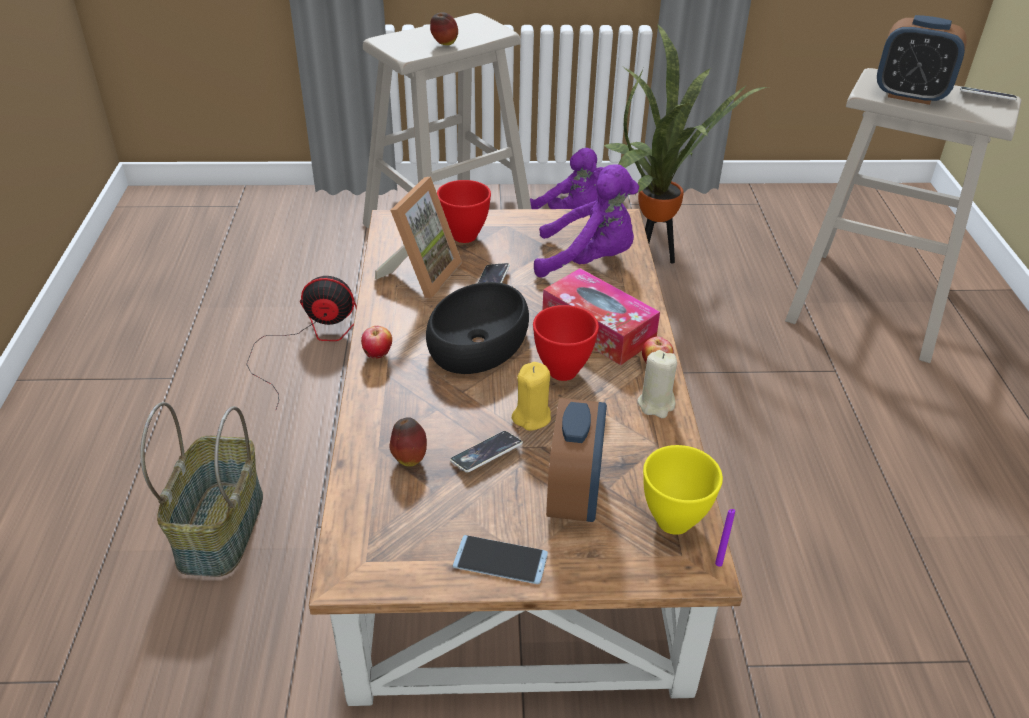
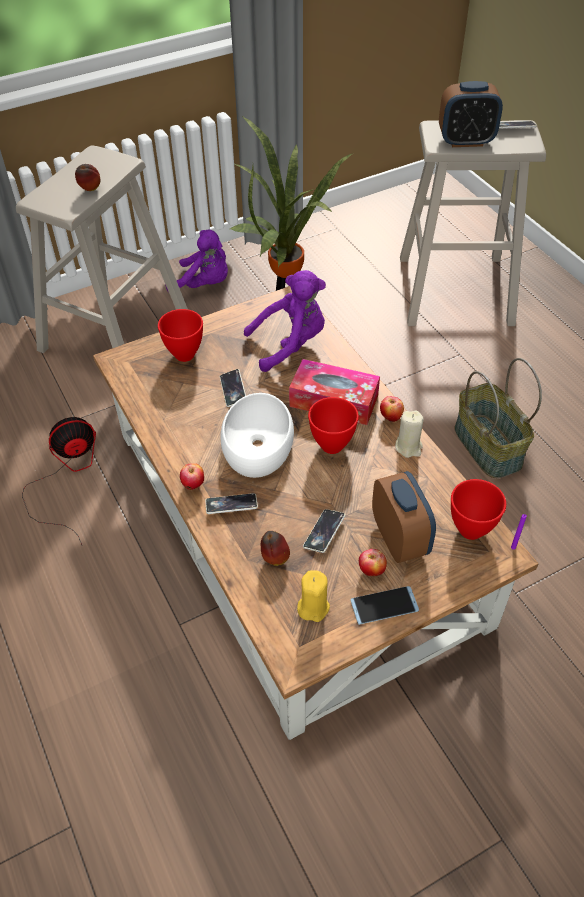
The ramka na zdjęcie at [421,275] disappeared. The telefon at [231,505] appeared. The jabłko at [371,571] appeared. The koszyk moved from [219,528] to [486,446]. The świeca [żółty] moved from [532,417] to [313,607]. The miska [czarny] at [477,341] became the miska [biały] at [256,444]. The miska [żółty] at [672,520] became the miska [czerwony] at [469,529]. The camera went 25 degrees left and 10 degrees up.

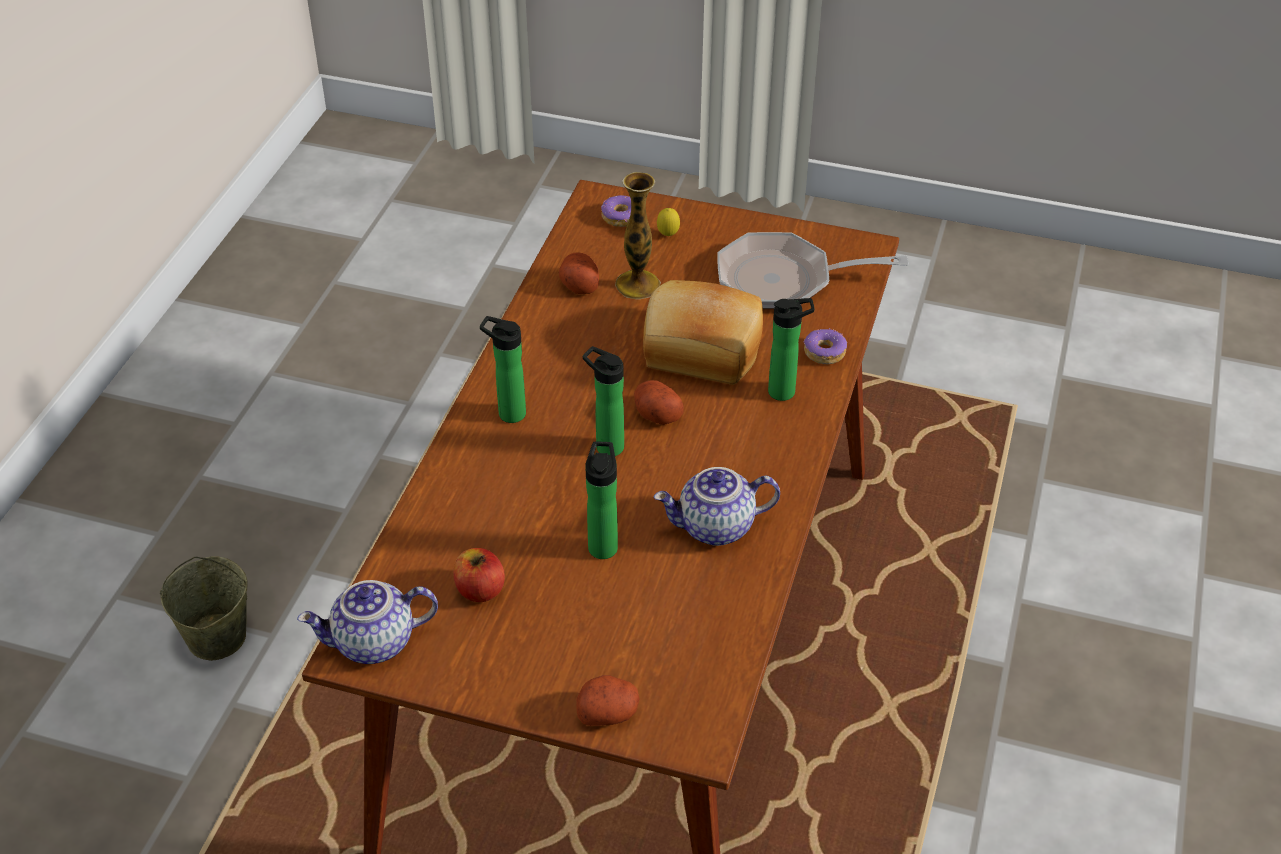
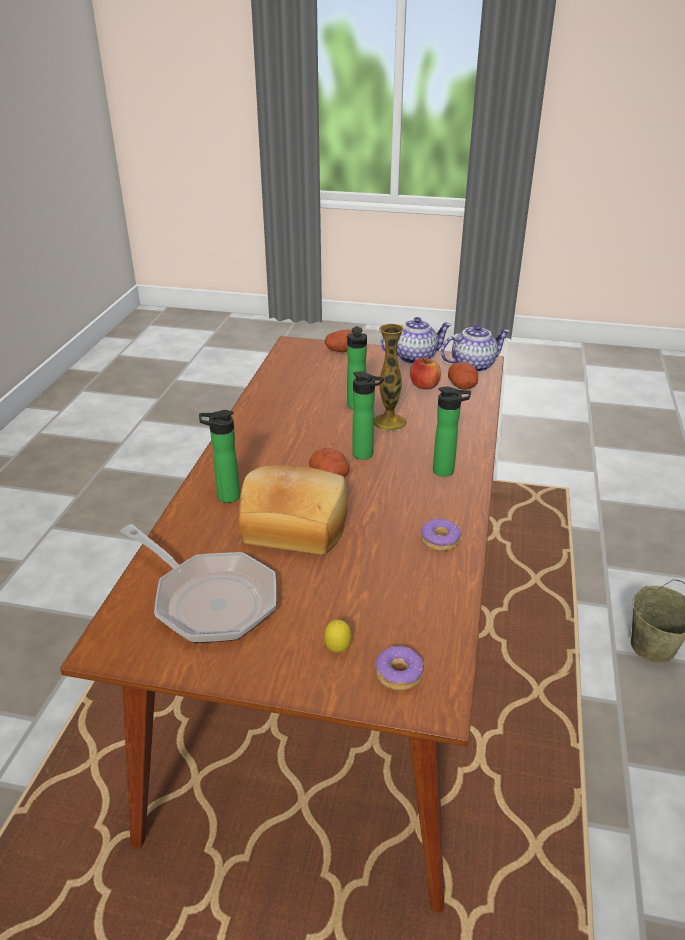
The ziemniak moved from [579,284] to [463,386]. The wazon moved from [637,284] to [389,422]. The imbryk moved from [715,528] to [414,357]. The donut moved from [824,352] to [440,541]. The patelnia at [784,280] turned 45 degrees clockwise. The camera went 175 degrees right and 10 degrees down.

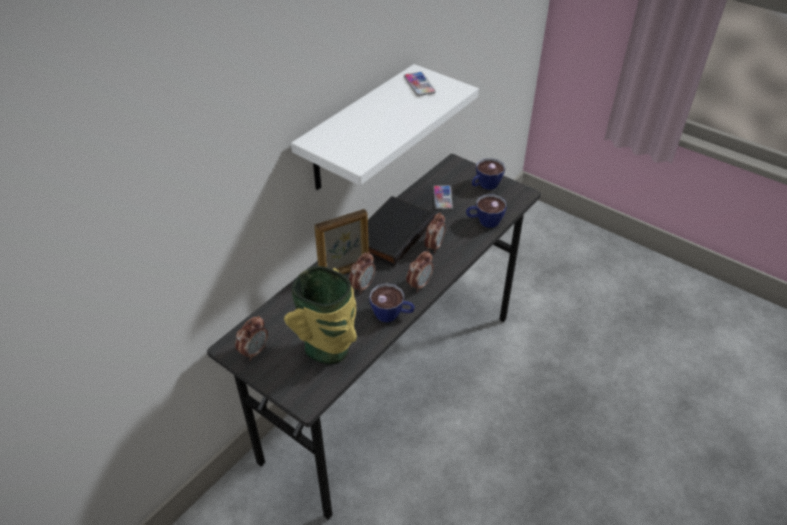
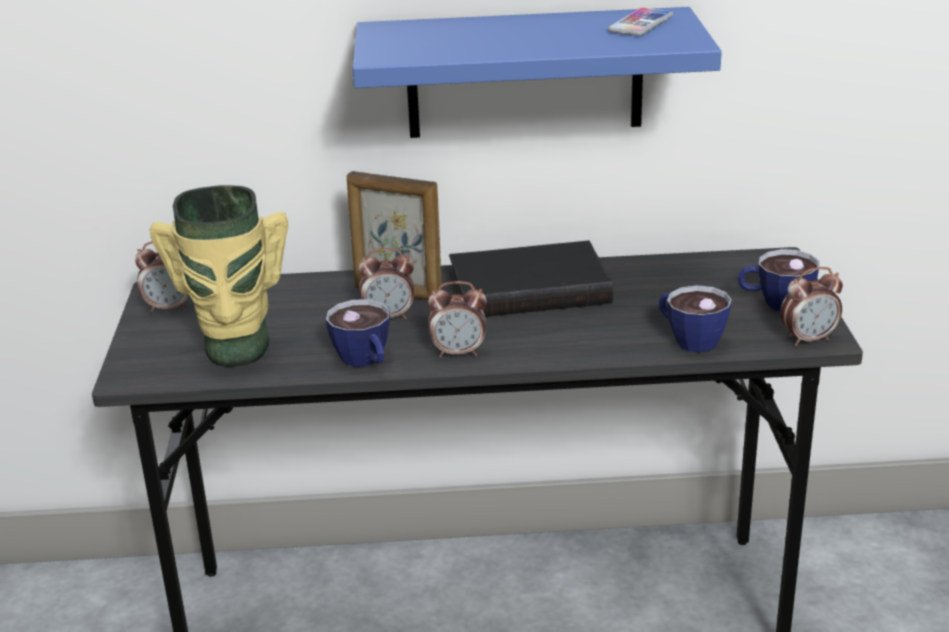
The telefon at [442,198] disappeared. The budzik moved from [434,246] to [808,339]. The półka [biały] at [358,130] became the półka [niebieski] at [524,73]. The camera went 50 degrees right and 15 degrees down.

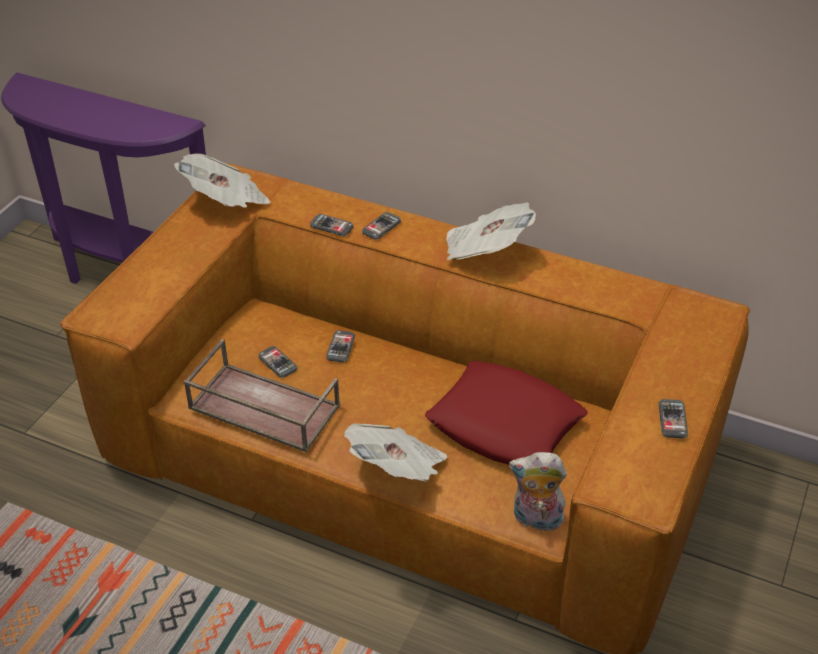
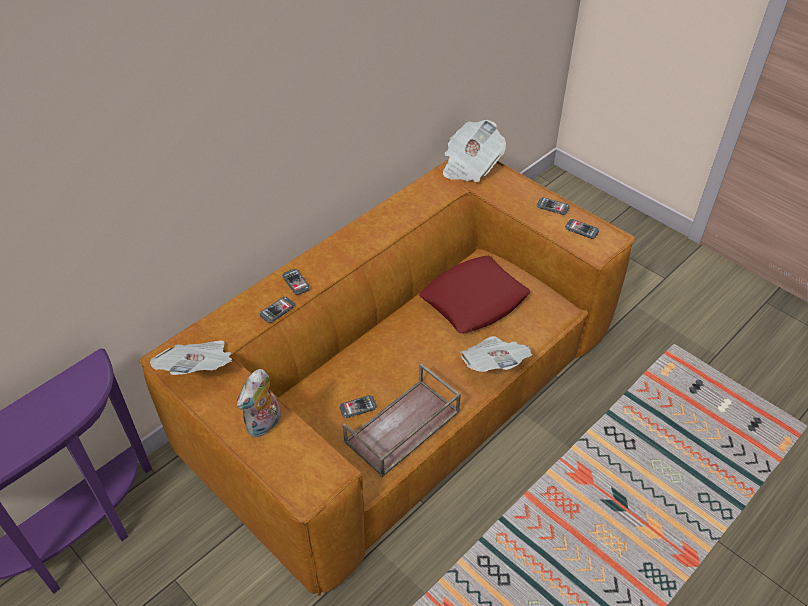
The telefon moved from [340,347] to [581,230]. The gazeta moved from [485,250] to [470,166]. The pluszak moved from [535,520] to [264,425]. The camera went 70 degrees left and 5 degrees up.

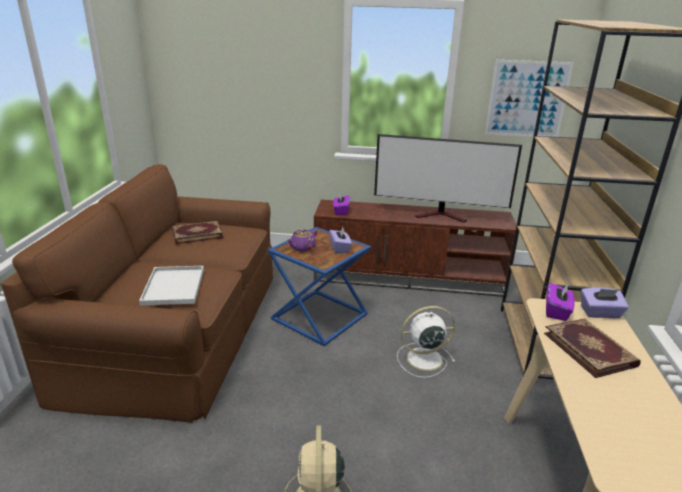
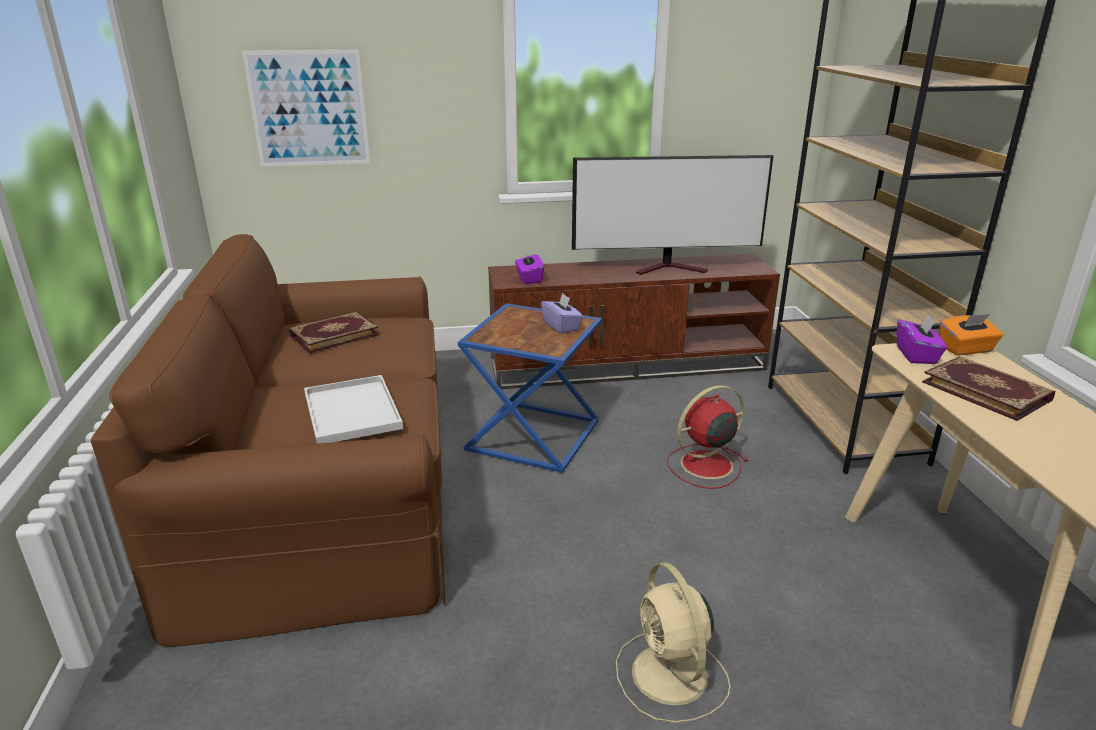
The imbryk [fioletowy] at [302,248] disappeared. The obraz moved from [527,99] to [309,109]. The wentylator [biały] at [422,359] became the wentylator [czerwony] at [704,465]. The pudełko chusteczek [fioletowy] at [600,313] became the pudełko chusteczek [pomarańczowy] at [966,349]. The camera went 15 degrees left and 0 degrees up.

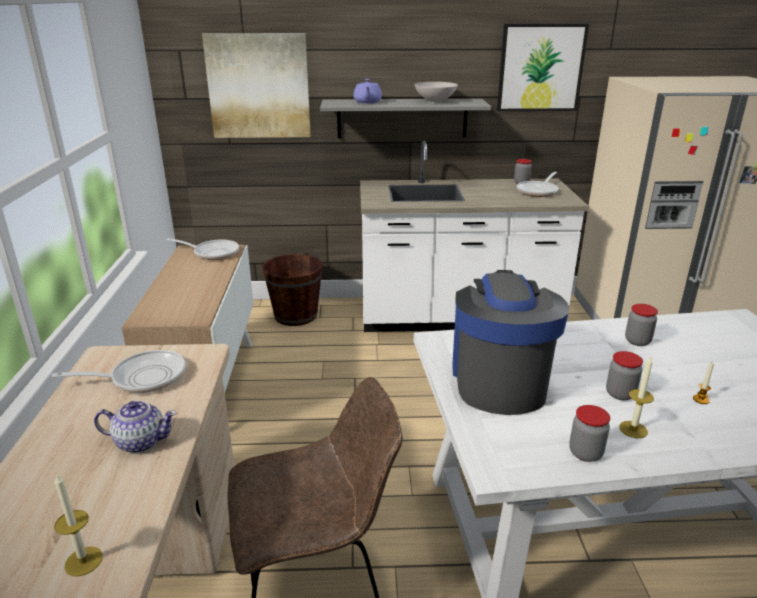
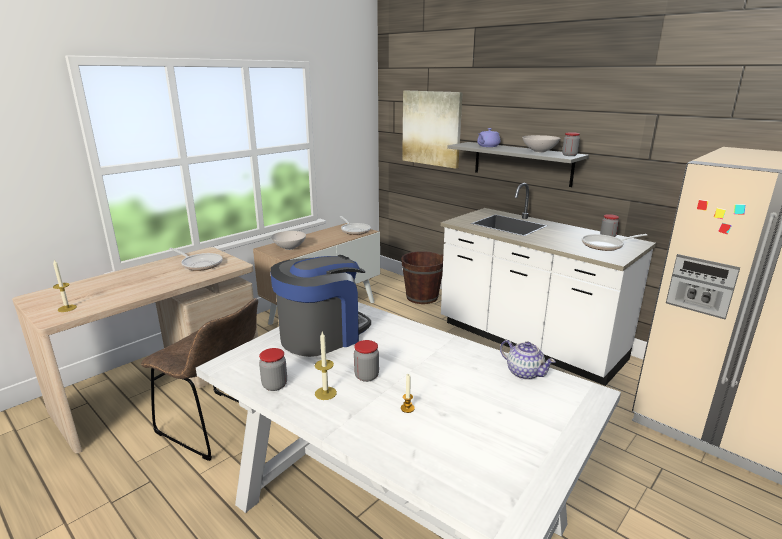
The obraz at [540,68] disappeared. The miska [biały] at [289,248] appeared. The imbryk moved from [140,441] to [524,372]. The słoik moved from [637,341] to [569,155]. The camera went 45 degrees right and 5 degrees down.

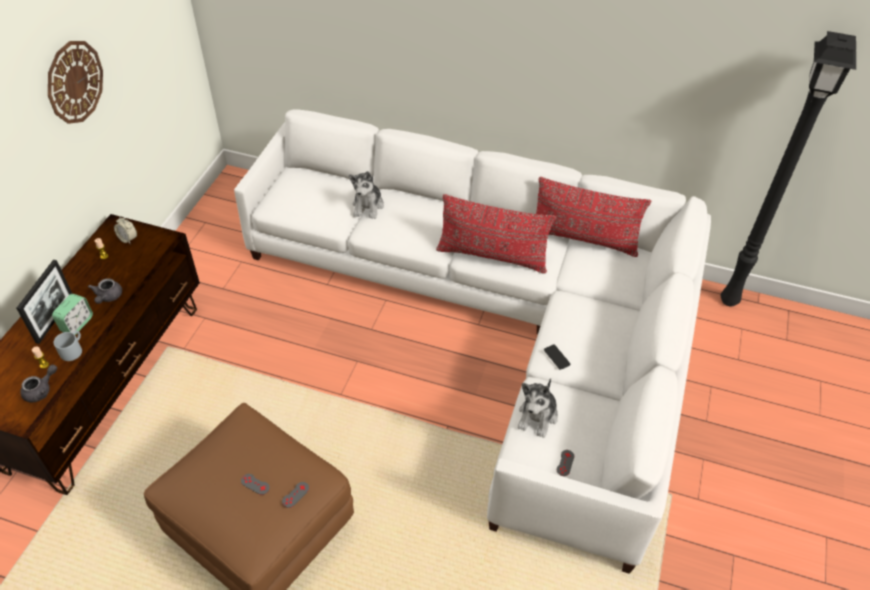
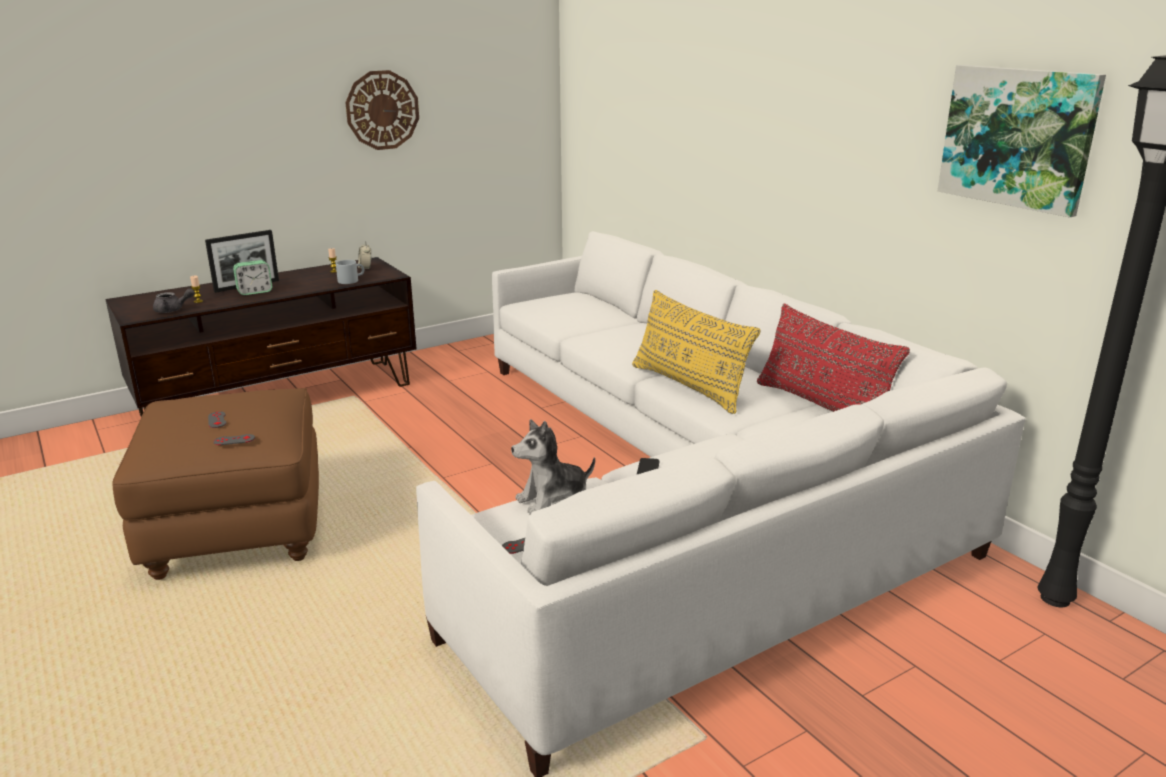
The imbryk [szary] at [108,297] disappeared. The pluszak at [368,206] disappeared. The obraz at [1018,137] appeared. The kubek [szary] moved from [73,349] to [351,280]. The poduszka [czerwony] at [492,256] became the poduszka [żółty] at [689,386]. The camera went 40 degrees right and 25 degrees down.

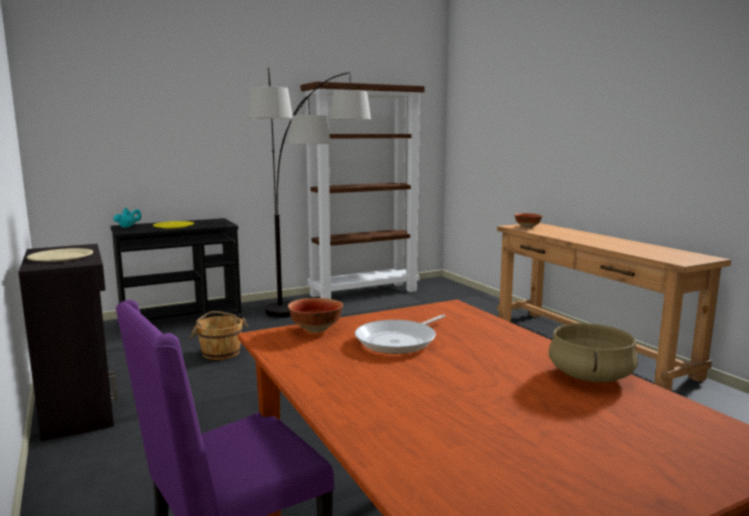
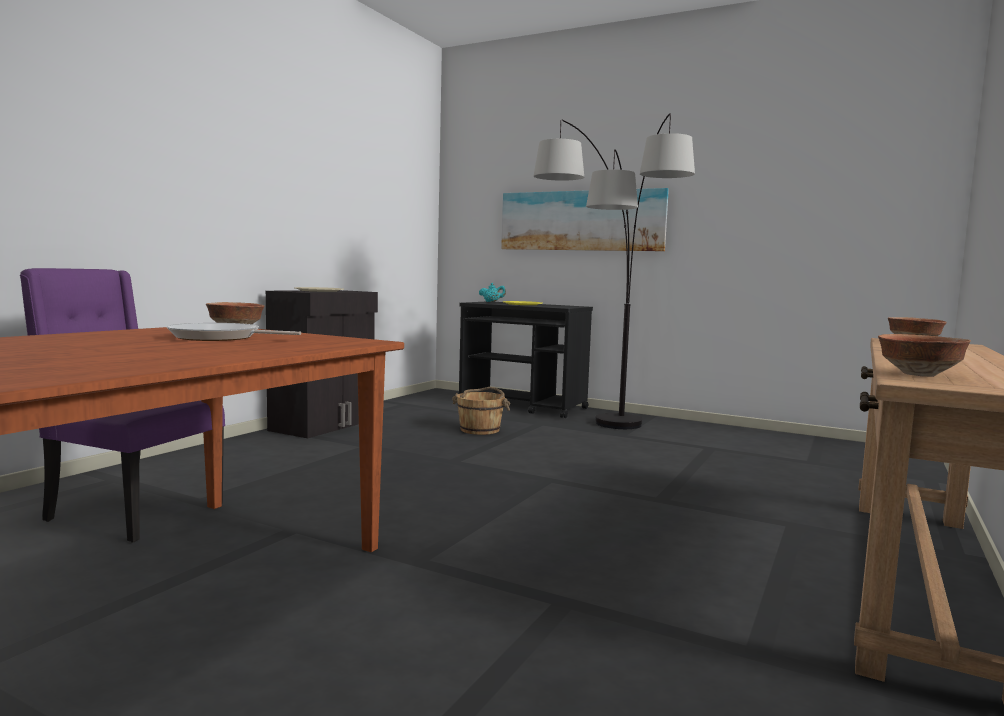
The regał [brązowy] at [364,293] disappeared. The garnek [beżowy] at [589,375] disappeared. The obraz at [581,221] appeared. The miska at [920,375] appeared. The camera went 55 degrees right and 5 degrees down.

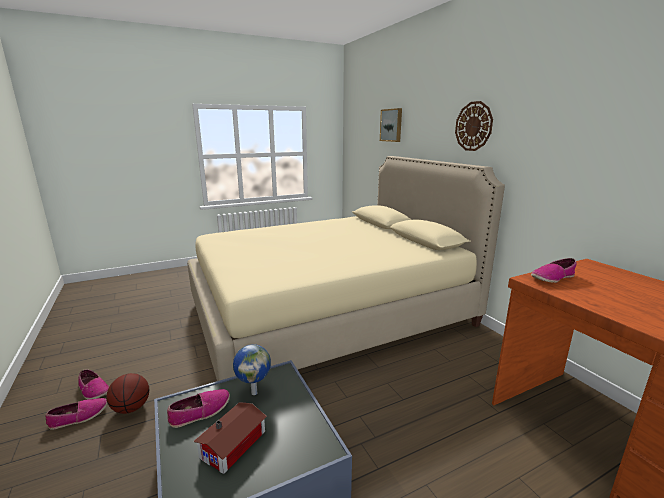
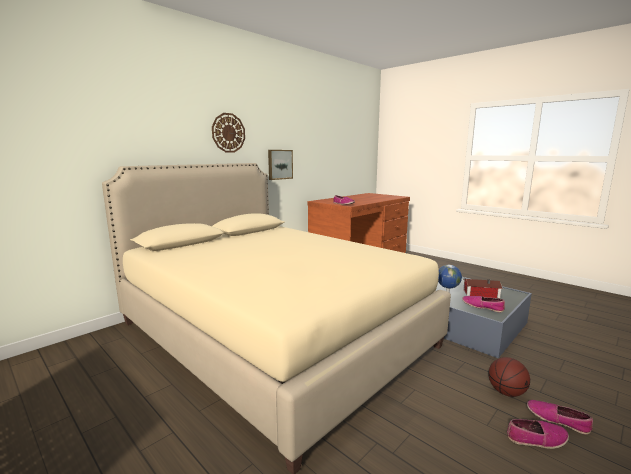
The obraz moved from [391,125] to [279,164]. The but at [93,390] turned 75 degrees clockwise. The camera went 110 degrees left and 5 degrees down.

